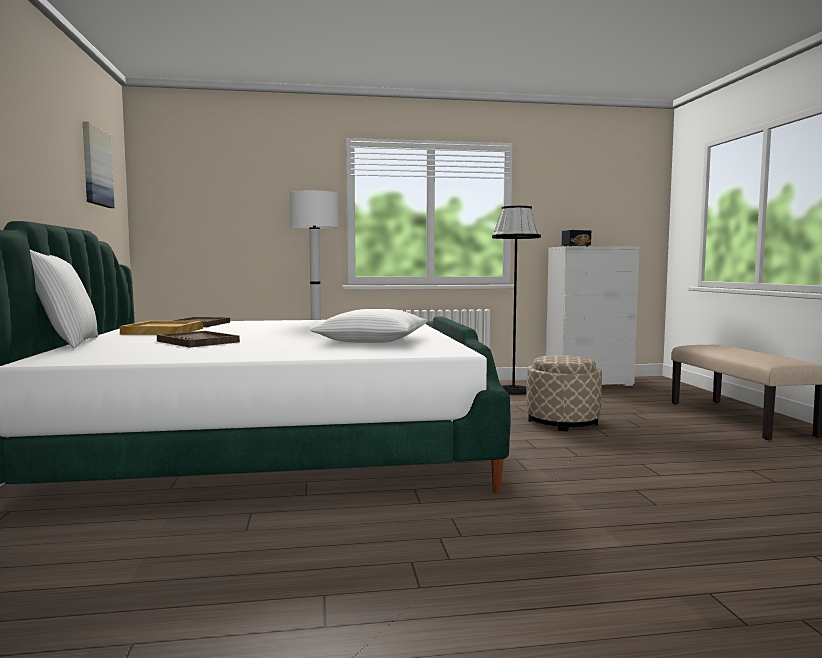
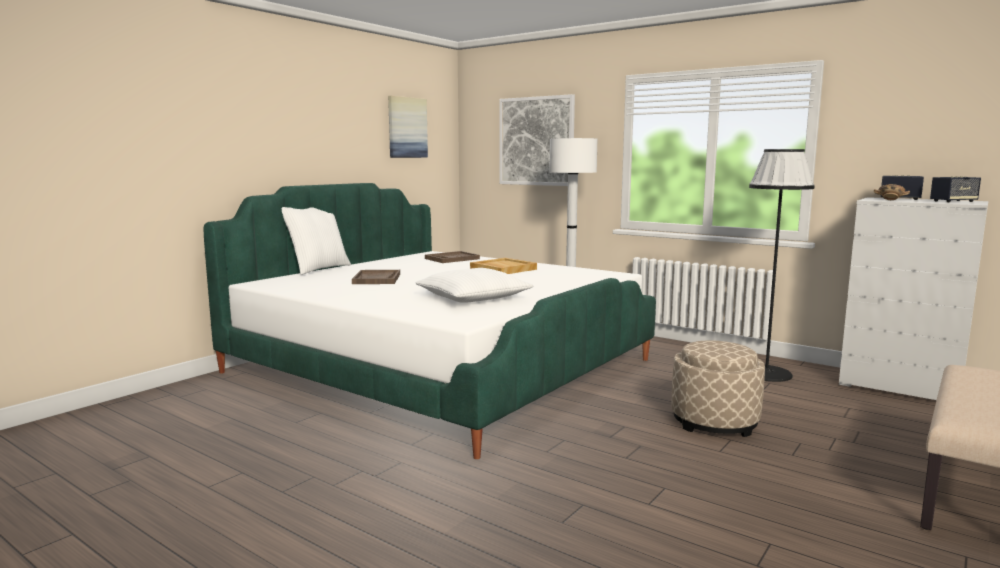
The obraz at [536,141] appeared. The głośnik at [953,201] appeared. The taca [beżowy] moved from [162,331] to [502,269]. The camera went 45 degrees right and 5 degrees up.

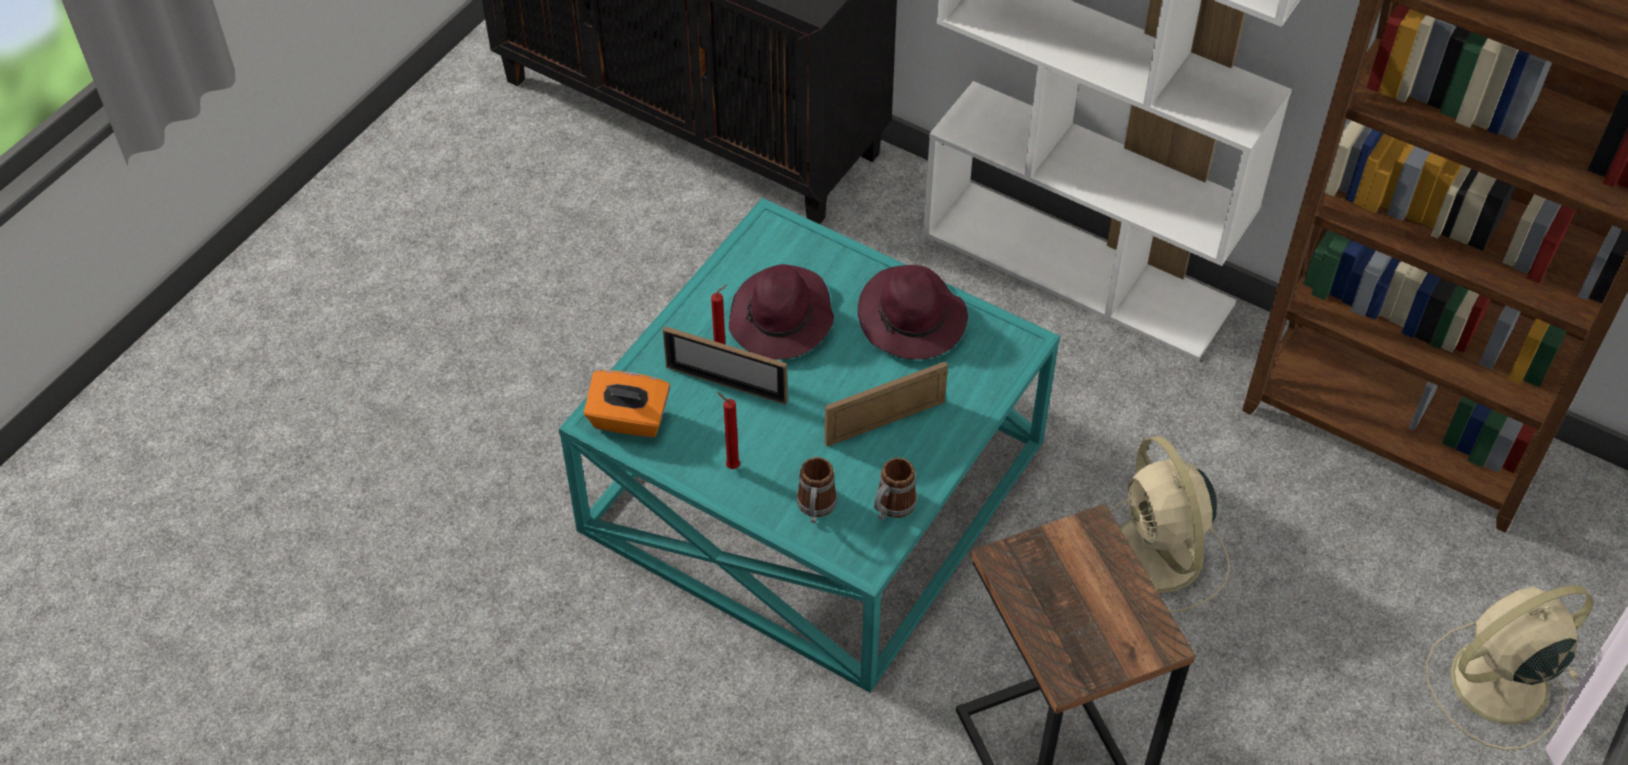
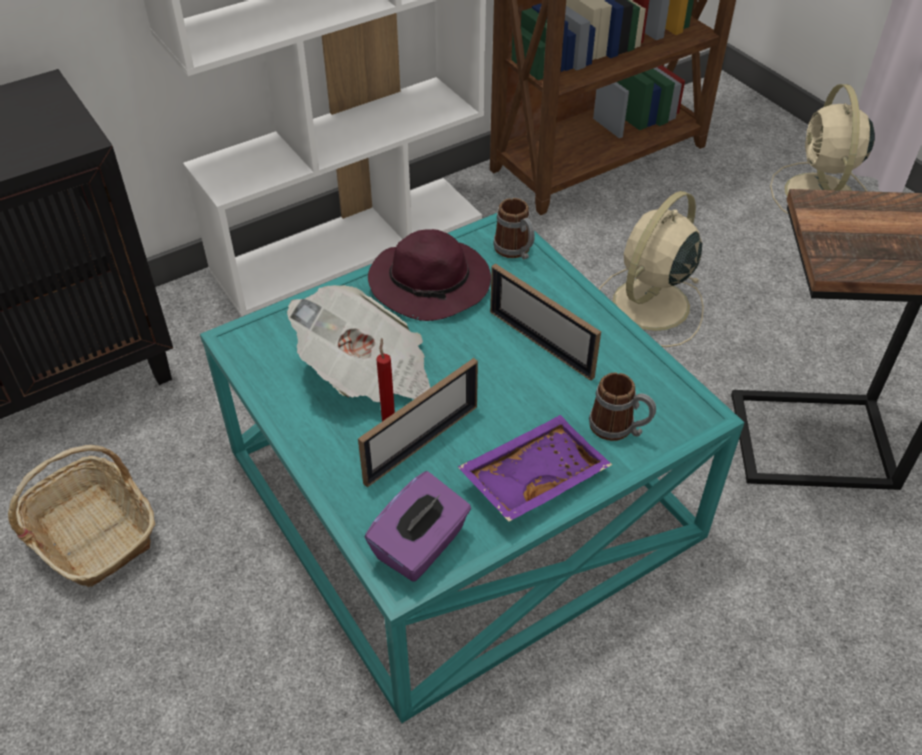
The koszyk at [93,533] appeared. The kubek moved from [891,507] to [516,251]. The świeca [czerwony] at [730,465] was replaced by the taca [fioletowy] at [532,476]. The kapelusz [fioletowy] at [781,319] was replaced by the gazeta at [367,373]. The pudełko chusteczek [pomarańczowy] at [629,420] became the pudełko chusteczek [fioletowy] at [420,545]. The ramka na zdjęcie at [885,422] turned 45 degrees counterclockwise. The wentylator [beżowy] at [1158,557] turned 120 degrees clockwise. The camera went 65 degrees left and 5 degrees down.

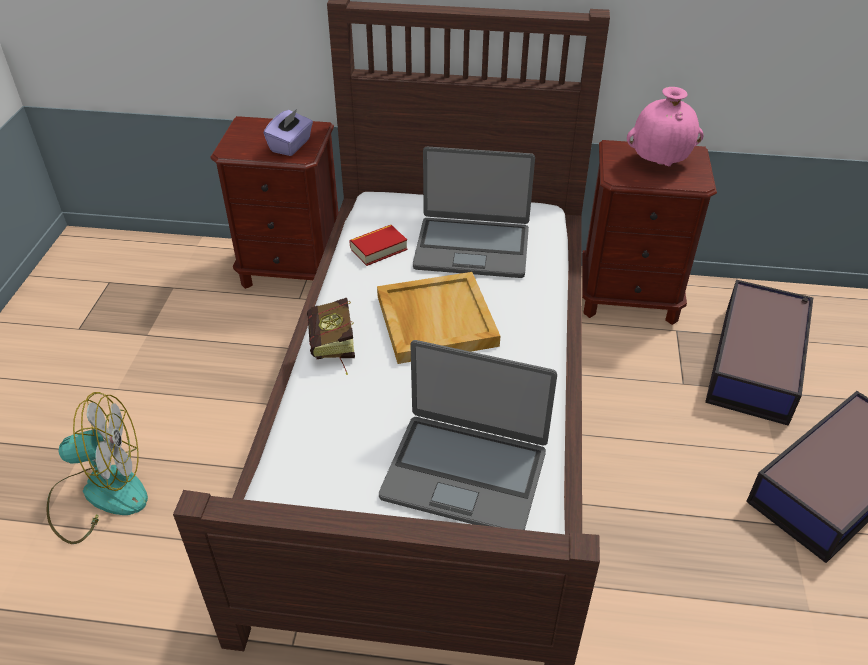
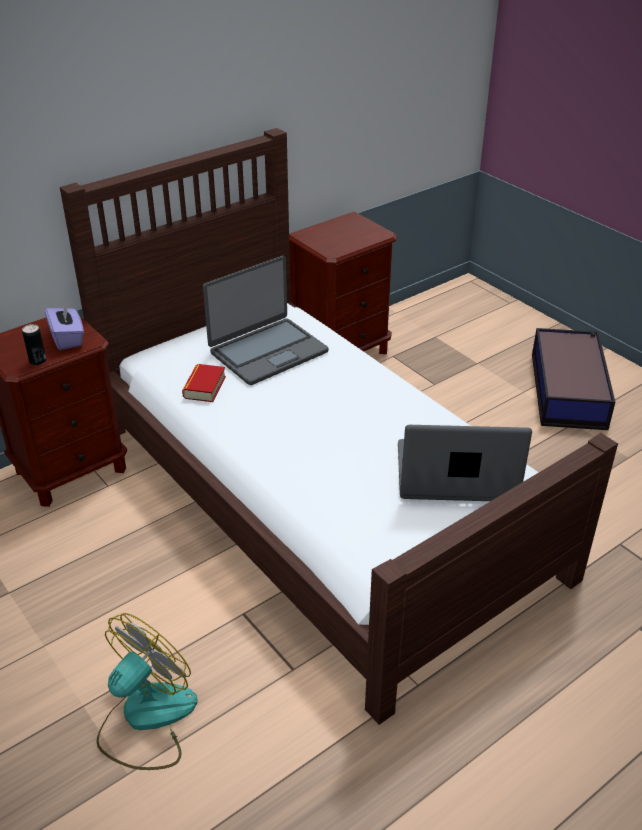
The książka at [333,350] disappeared. The taca [beżowy] at [435,320] disappeared. The wazon [różowy] at [660,162] disappeared. The pojemnik do przechowywania at [756,361] disappeared. The puszka at [38,361] appeared. The laptop at [465,472] turned 150 degrees counterclockwise. The camera went 45 degrees left and 5 degrees down.

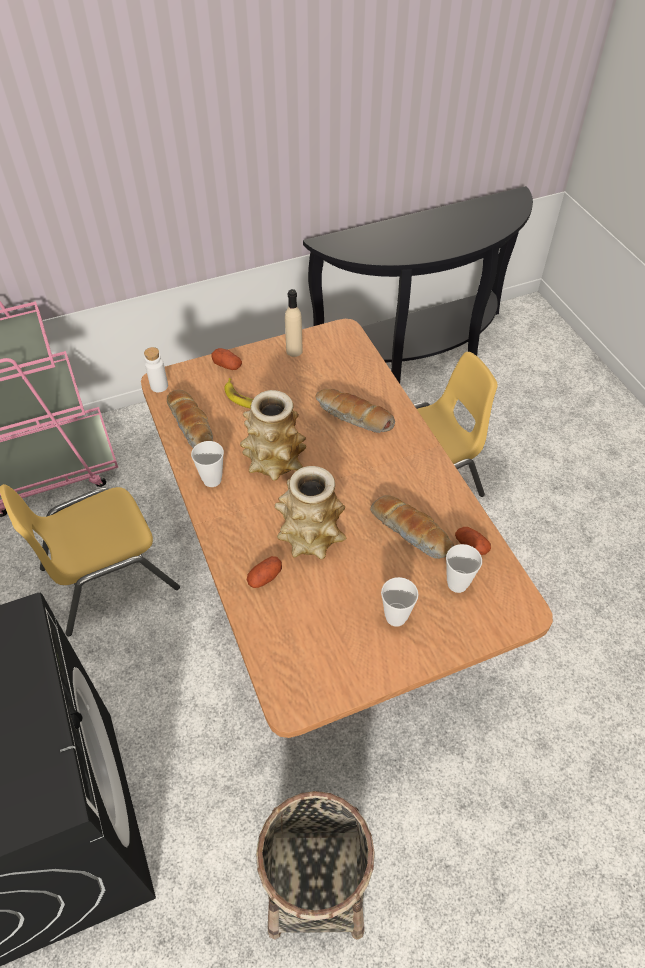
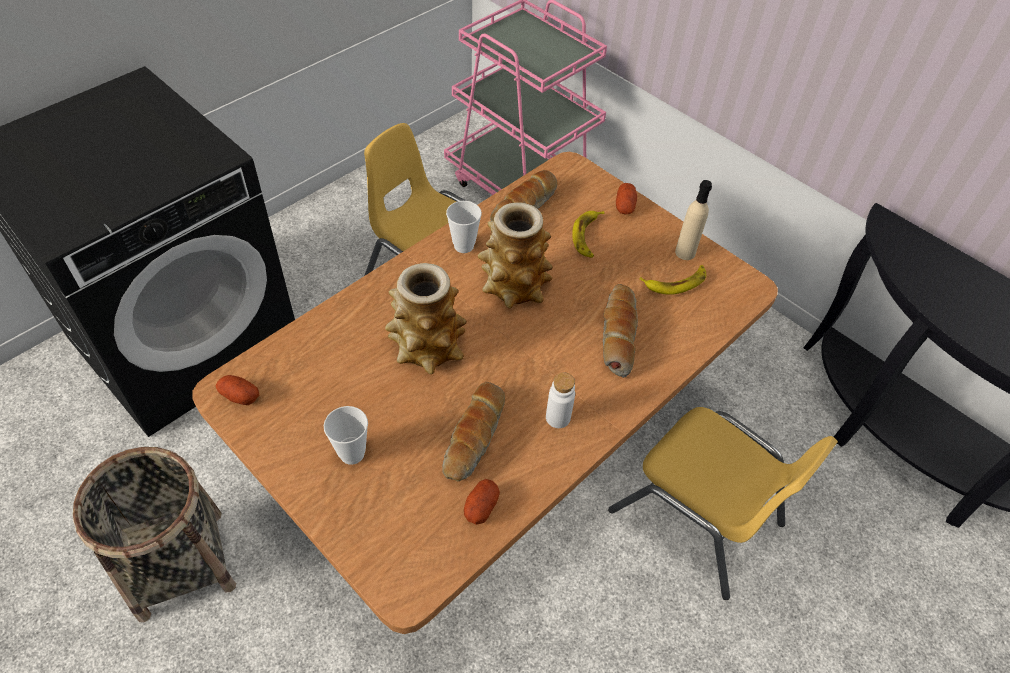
The filiżanka at [457,584] disappeared. The banan at [675,282] appeared. The butelka [biały] moved from [159,386] to [558,418]. The ziemniak moved from [265,577] to [239,396]. The camera went 65 degrees right and 0 degrees up.

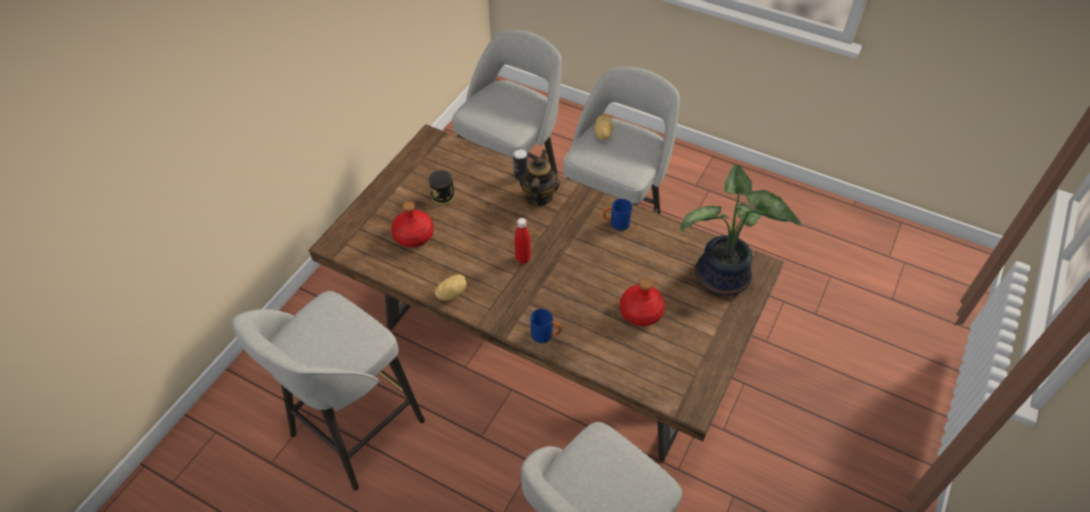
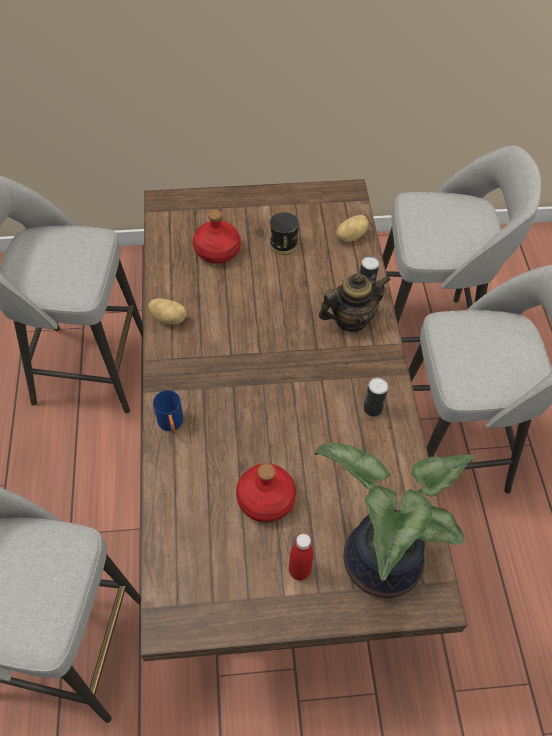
The butelka [czerwony] moved from [523,258] to [299,571]. The ziemniak moved from [602,134] to [350,236]. The kubek [niebieski] at [616,224] was replaced by the puszka at [372,408]. The camera went 55 degrees right and 5 degrees up.

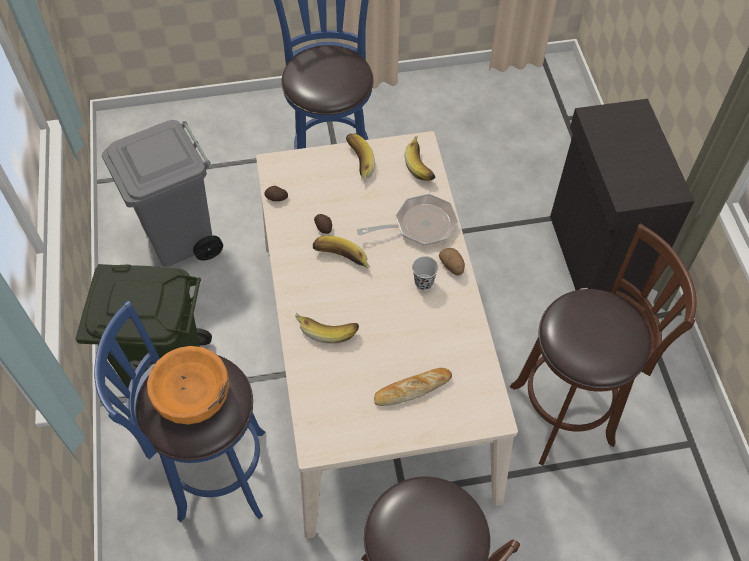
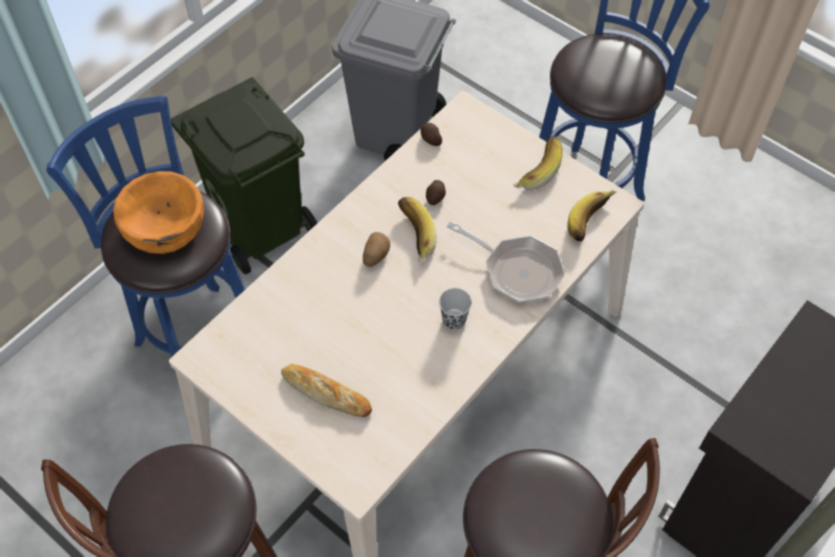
The banan at [328,328] disappeared. The ziemniak moved from [452,266] to [375,256]. The camera went 50 degrees right and 0 degrees up.

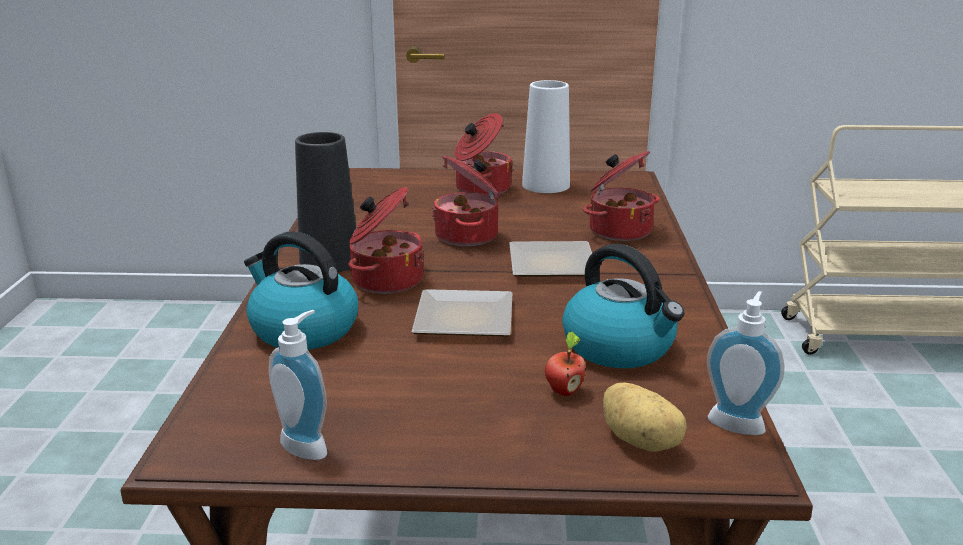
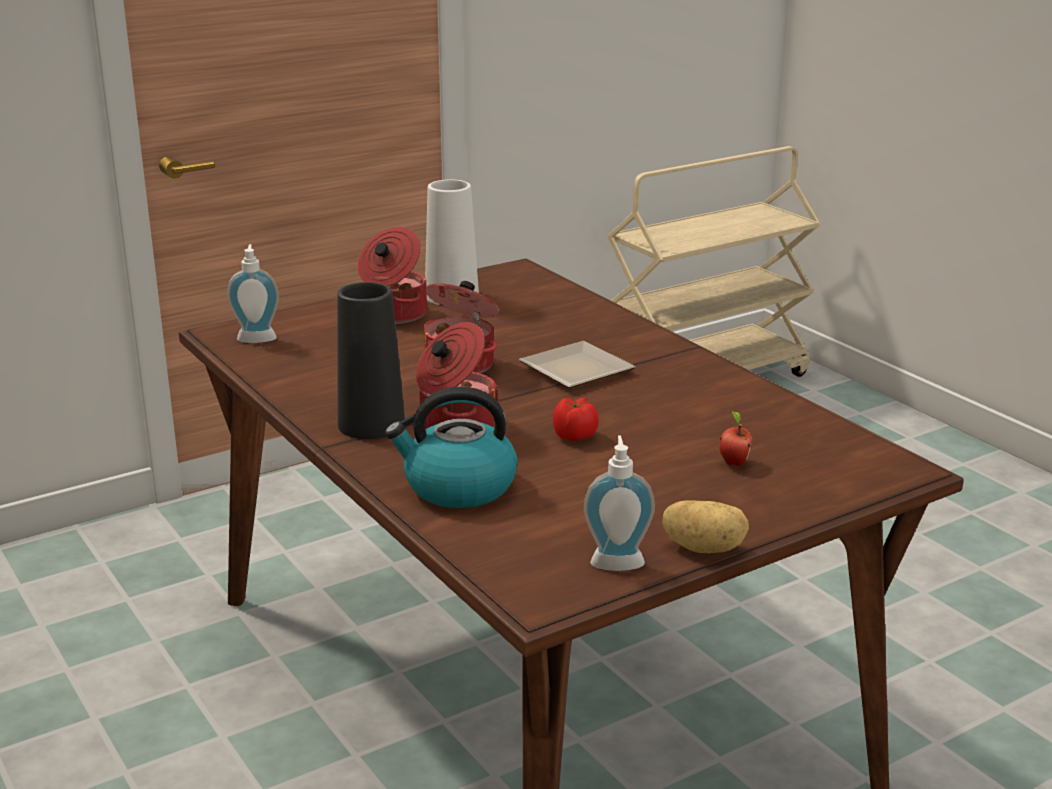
The czajnik at [620,347] disappeared. The garnek at [618,230] disappeared. The ziemniak moved from [641,441] to [704,548]. The dozownik mydła moved from [737,421] to [257,337]. The talerz at [461,317] was replaced by the pomidor at [574,435]. The camera went 35 degrees left and 0 degrees up.

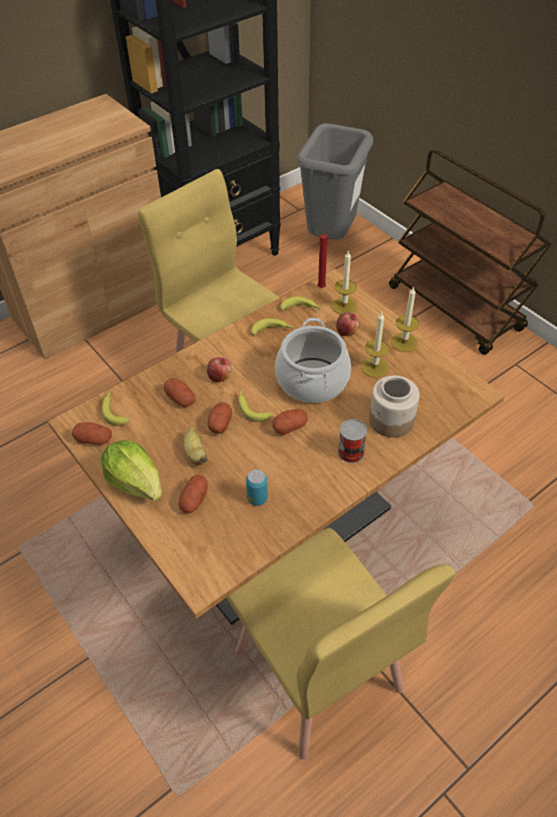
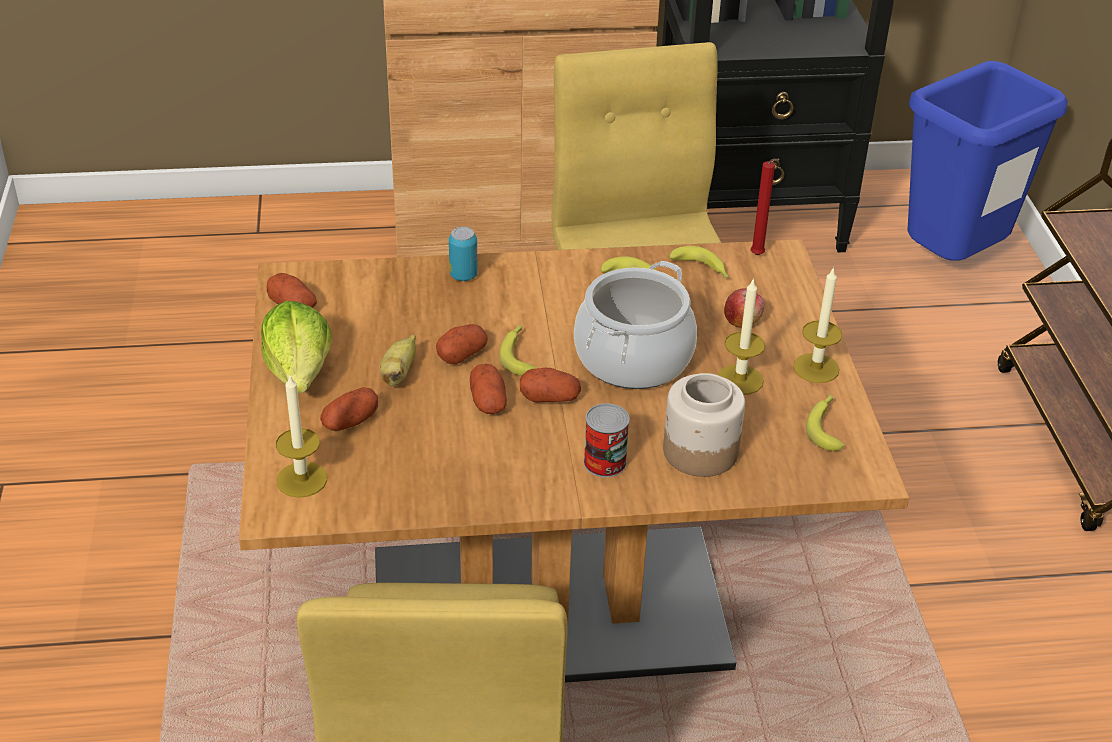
The jabłko at [220,377] disappeared. The banan moved from [114,410] to [826,426]. The ziemniak moved from [180,399] to [488,401]. The puszka moved from [257,498] to [463,275]. The świeca moved from [344,306] to [302,479]. The kosz na śmieci [szary] at [330,240] became the kosz na śmieci [niebieski] at [950,264]. The camera went 30 degrees right and 10 degrees down.

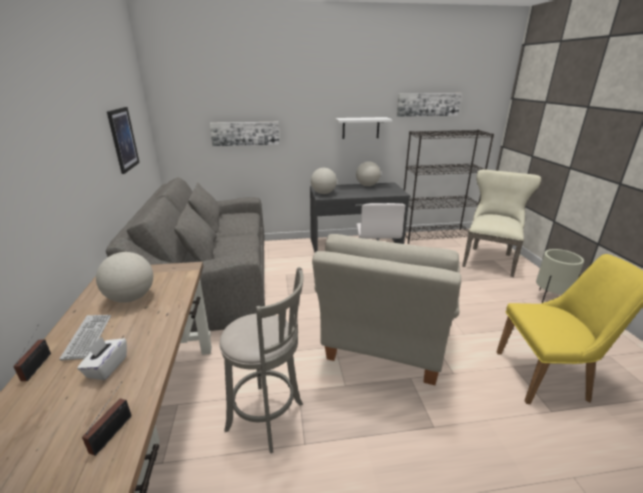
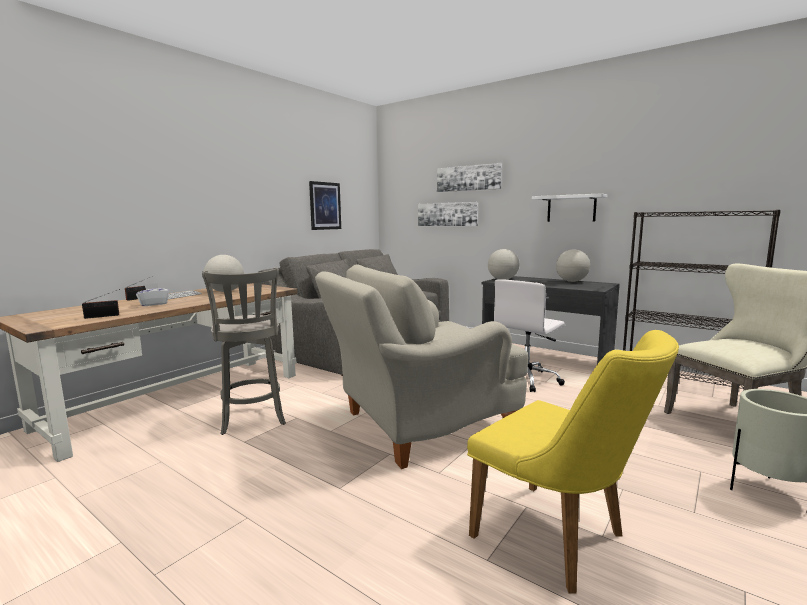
The obraz moved from [428,104] to [468,178]. The camera went 45 degrees right and 15 degrees down.

